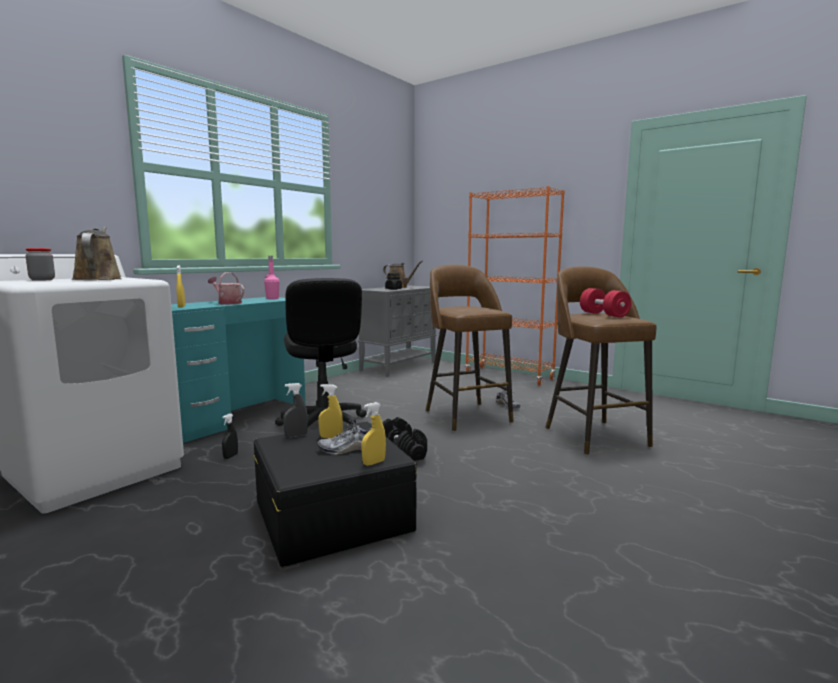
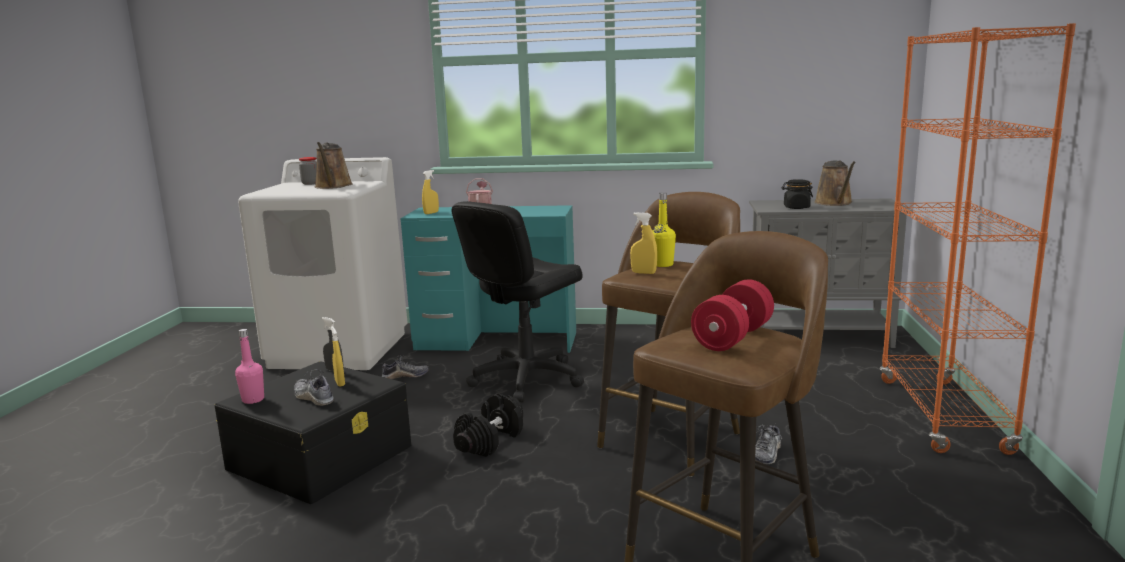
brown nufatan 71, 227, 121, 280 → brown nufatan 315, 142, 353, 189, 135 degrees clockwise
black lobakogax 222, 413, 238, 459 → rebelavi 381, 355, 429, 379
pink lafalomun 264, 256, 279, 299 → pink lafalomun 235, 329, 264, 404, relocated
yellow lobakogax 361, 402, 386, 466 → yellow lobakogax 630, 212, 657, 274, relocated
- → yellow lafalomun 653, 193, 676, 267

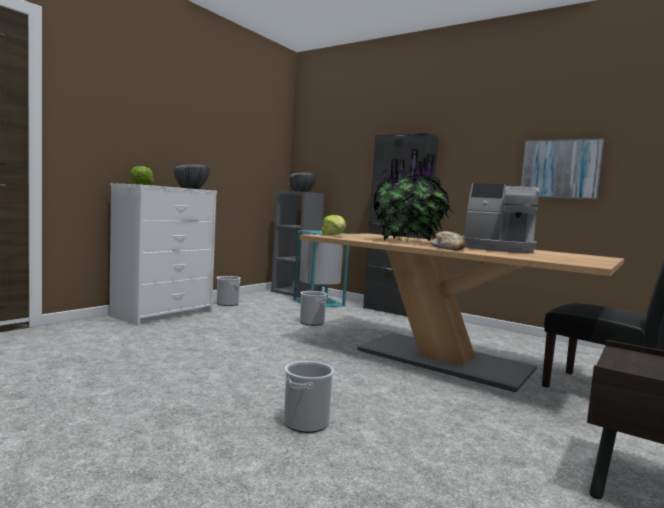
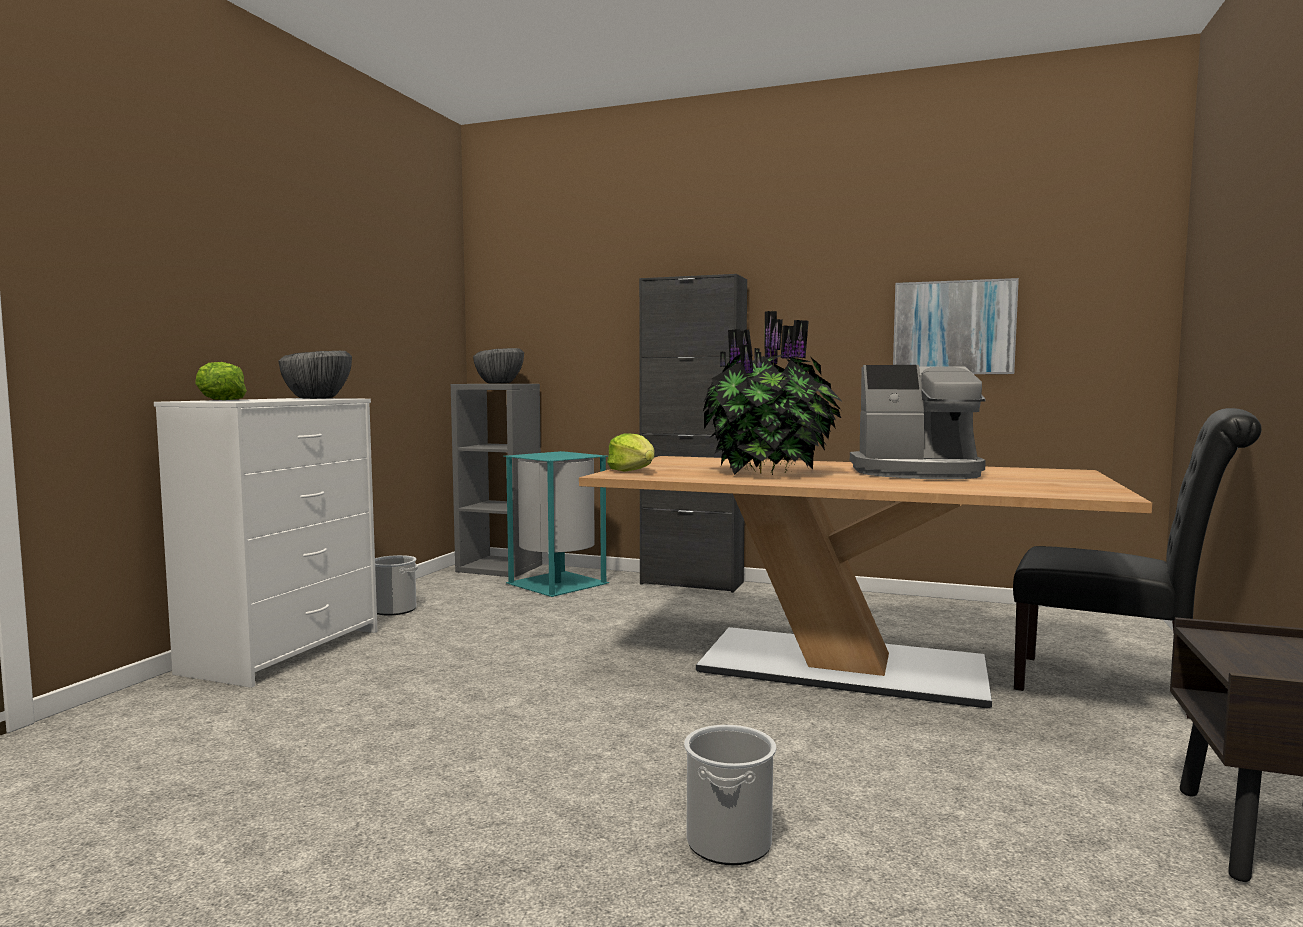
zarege 300, 291, 327, 326 → -
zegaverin 431, 231, 465, 250 → -

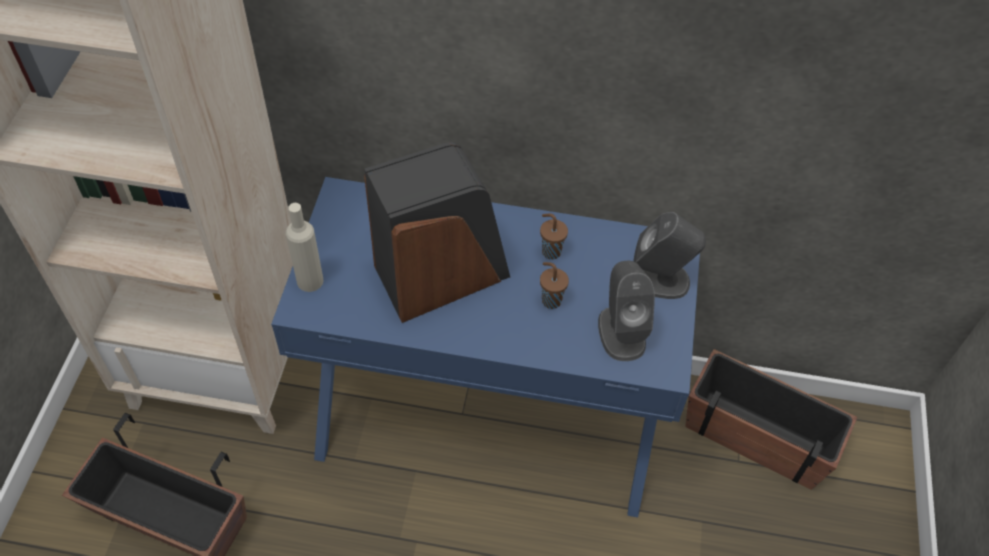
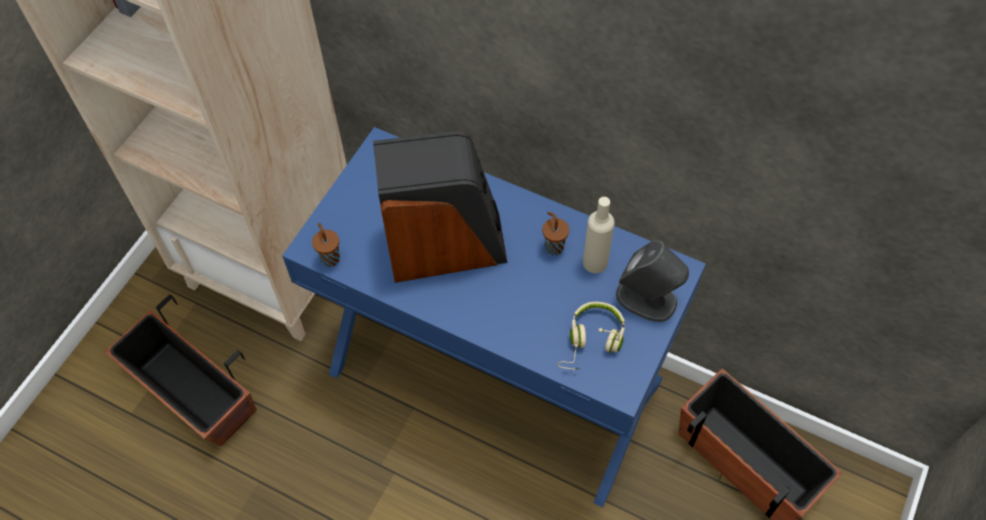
beige lafalomun 286, 203, 324, 292 → beige lafalomun 583, 197, 615, 273, relocated
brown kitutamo 540, 262, 569, 309 → brown kitutamo 312, 223, 340, 267, relocated
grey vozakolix 598, 261, 655, 361 → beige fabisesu 557, 302, 625, 370

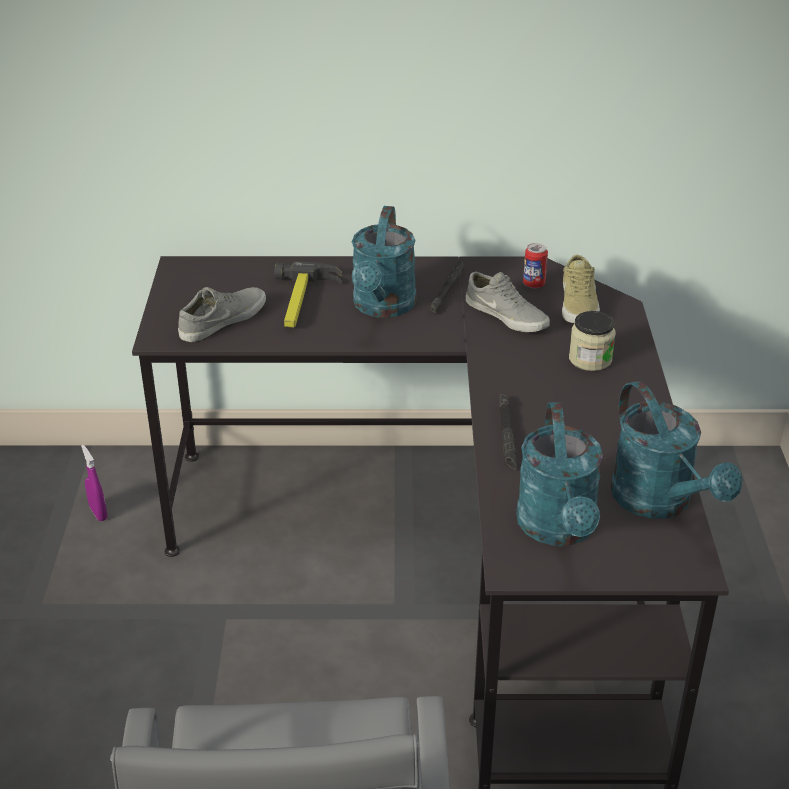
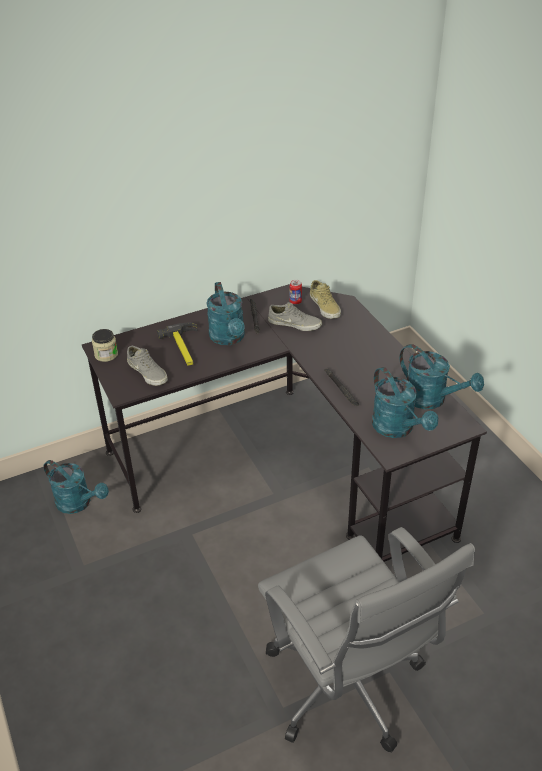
purple lobakogax 81, 445, 107, 521 → turquoise nufatan 44, 460, 109, 514
grey rebelavi 178, 287, 266, 342 → grey rebelavi 127, 346, 168, 386, 120 degrees clockwise
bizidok 569, 311, 616, 371 → bizidok 92, 329, 118, 362, relocated

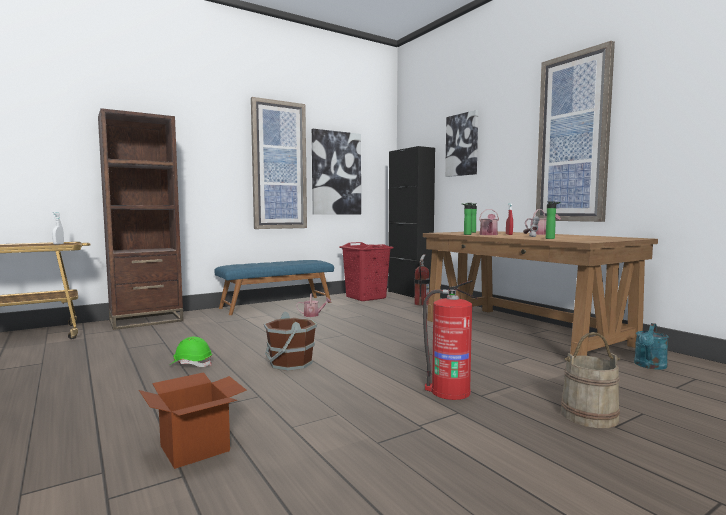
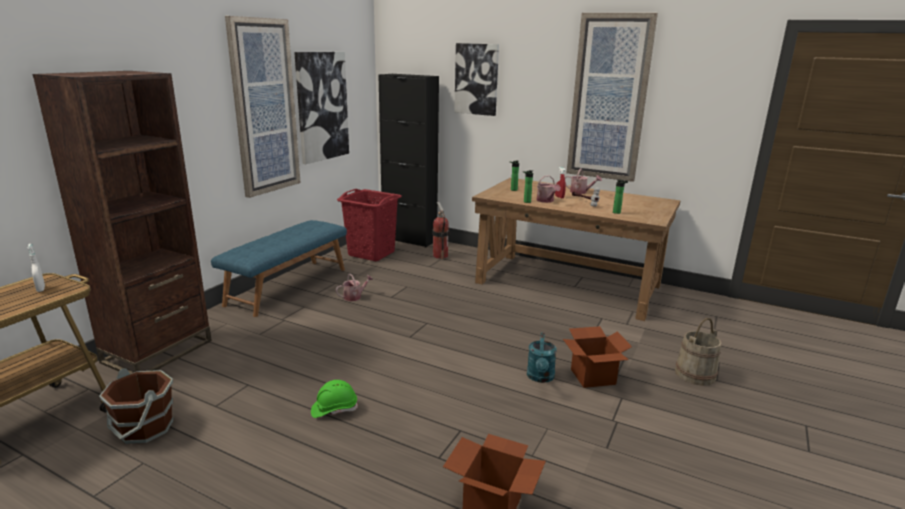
brown zarege 264, 311, 317, 371 → brown zarege 99, 368, 173, 444, relocated
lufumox 423, 280, 477, 400 → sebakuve 563, 326, 632, 388
turquoise nufatan 634, 323, 669, 370 → turquoise nufatan 527, 333, 557, 383, relocated

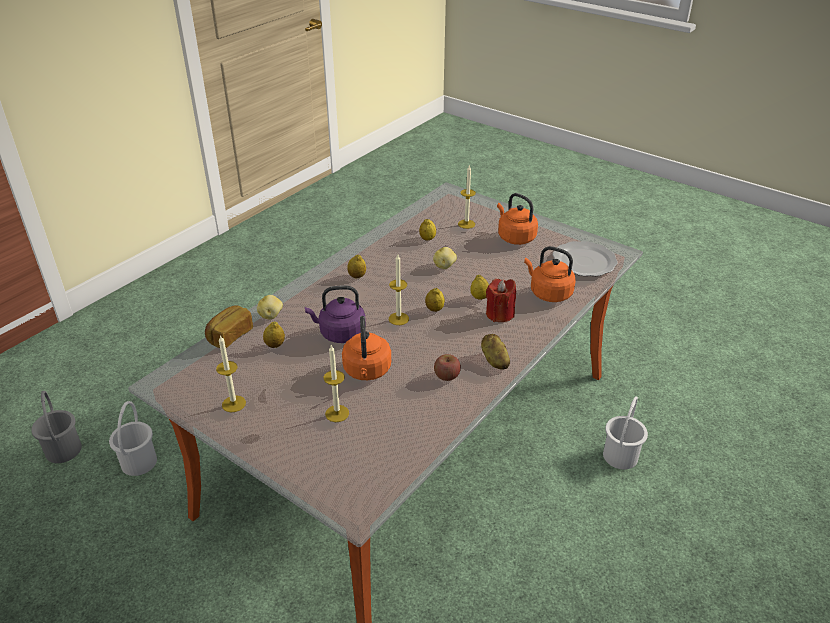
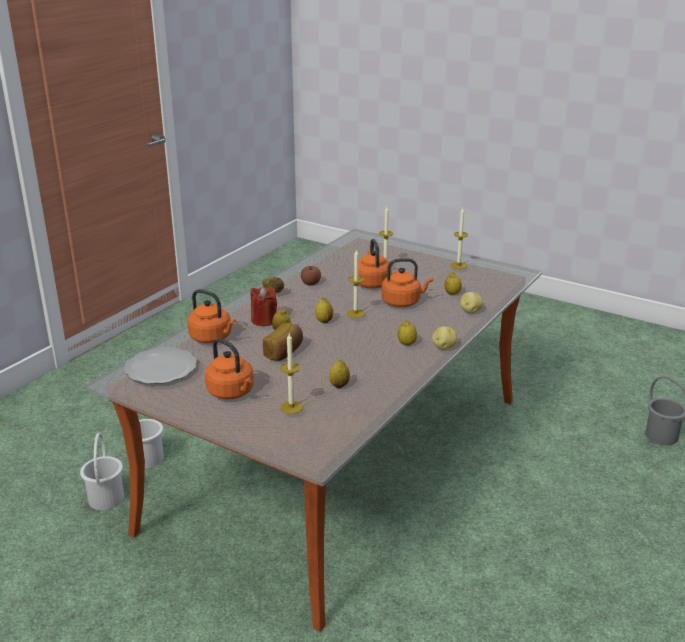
white zarege 109, 401, 157, 476 → white zarege 80, 433, 124, 510, relocated
zegaverin 205, 305, 253, 348 → zegaverin 263, 323, 303, 361, relocated
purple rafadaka 305, 285, 366, 343 → orange rafadaka 381, 258, 433, 307
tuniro 433, 247, 457, 269 → tuniro 432, 326, 457, 350, relocated

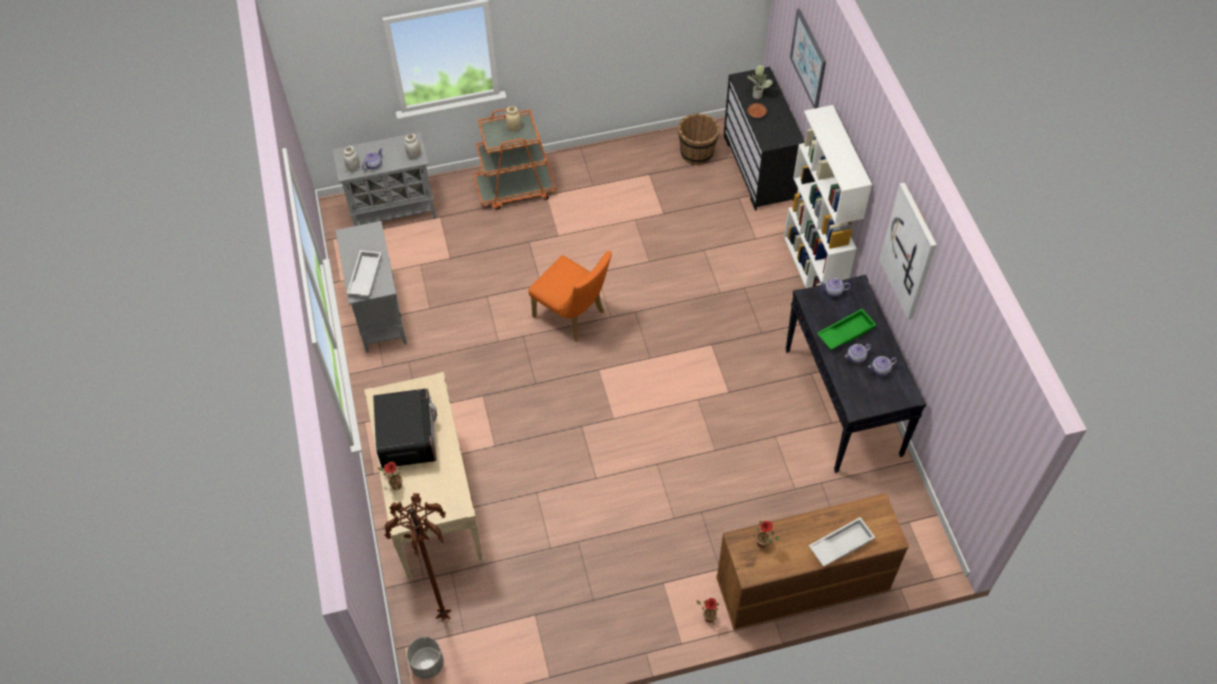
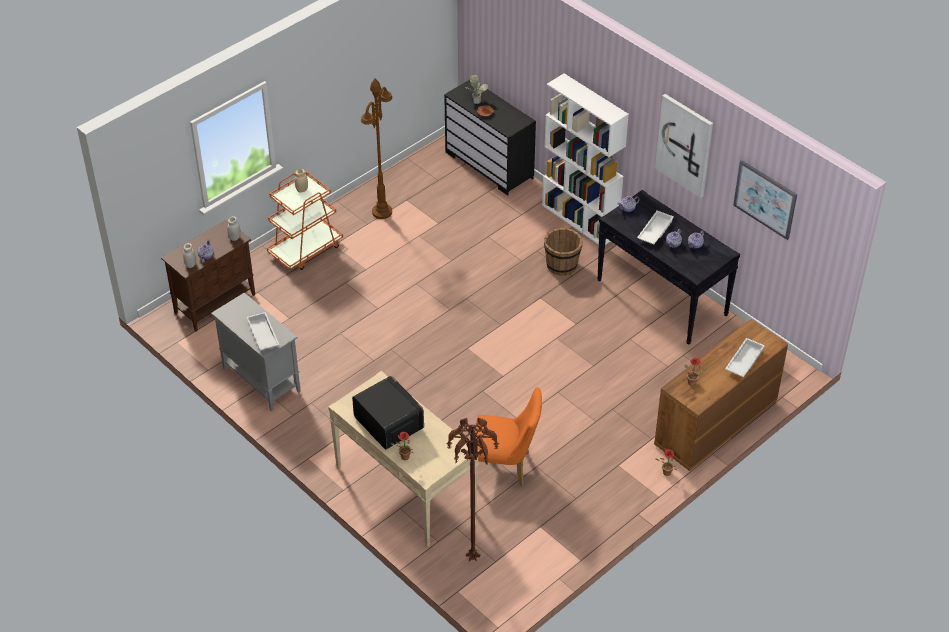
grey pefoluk 333, 132, 436, 226 → brown pefoluk 161, 219, 255, 332
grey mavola 406, 637, 444, 679 → -
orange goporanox 528, 251, 611, 342 → orange goporanox 474, 387, 542, 486, relocated
brown zarege 678, 113, 720, 165 → brown zarege 544, 228, 583, 276, relocated
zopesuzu 790, 8, 826, 109 → zopesuzu 733, 160, 797, 240, relocated
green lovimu 817, 309, 877, 350 → white lovimu 637, 210, 674, 244
- → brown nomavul 361, 79, 392, 219

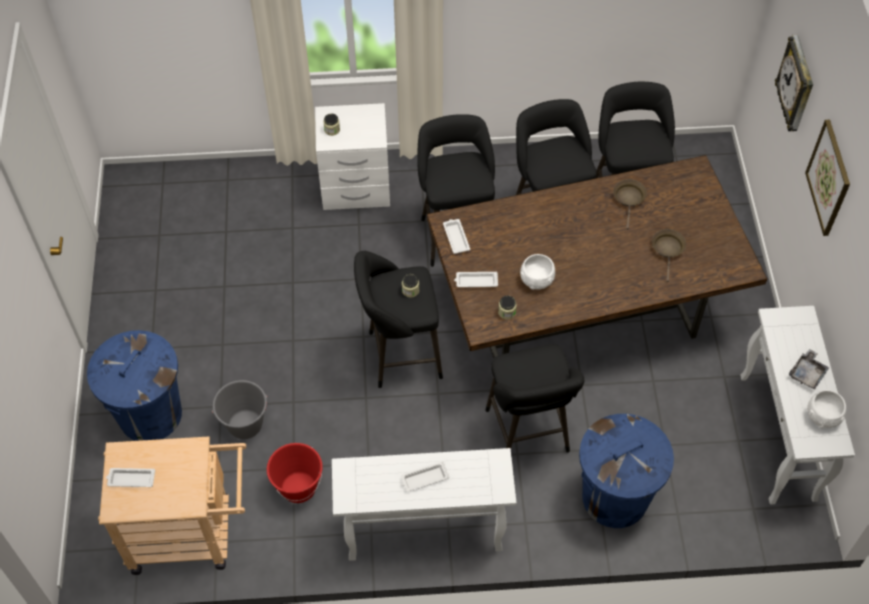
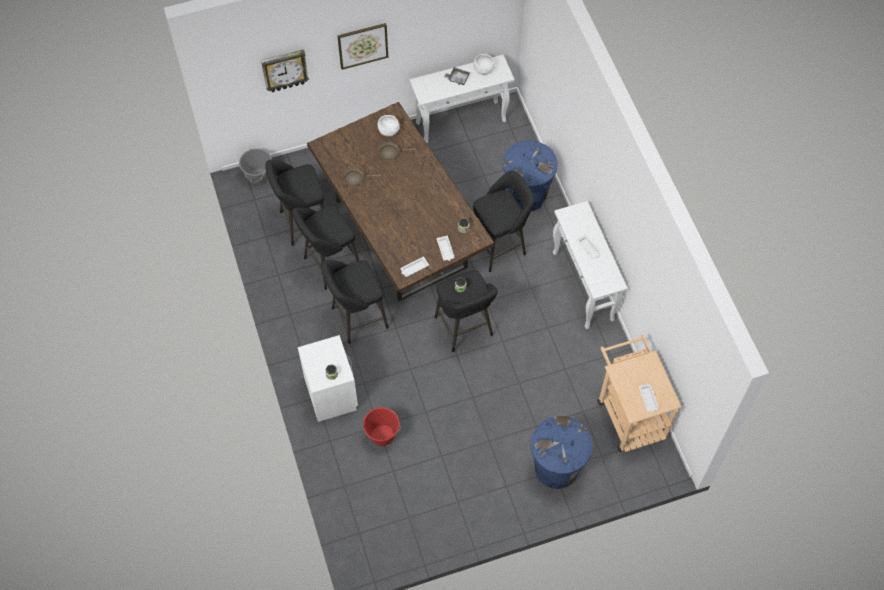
grey zarege 212, 380, 267, 439 → grey zarege 239, 148, 272, 185, relocated
red zarege 267, 443, 323, 503 → red zarege 363, 407, 401, 446, relocated
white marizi 520, 254, 555, 290 → white marizi 378, 115, 400, 136, relocated

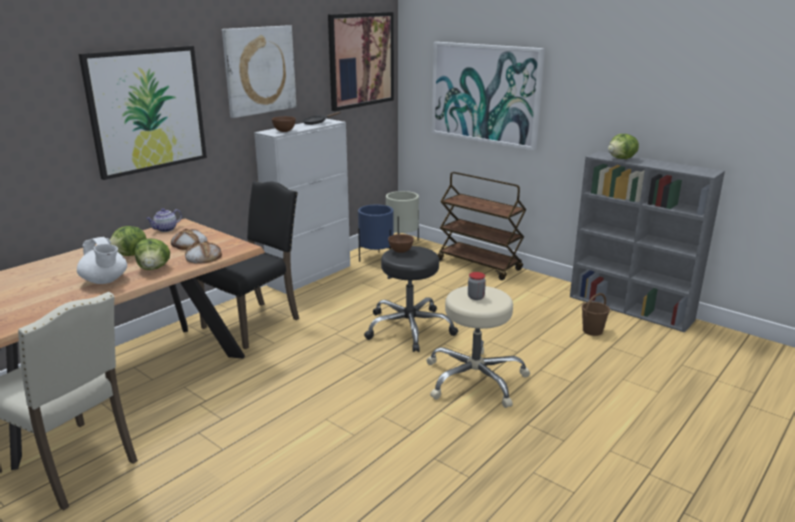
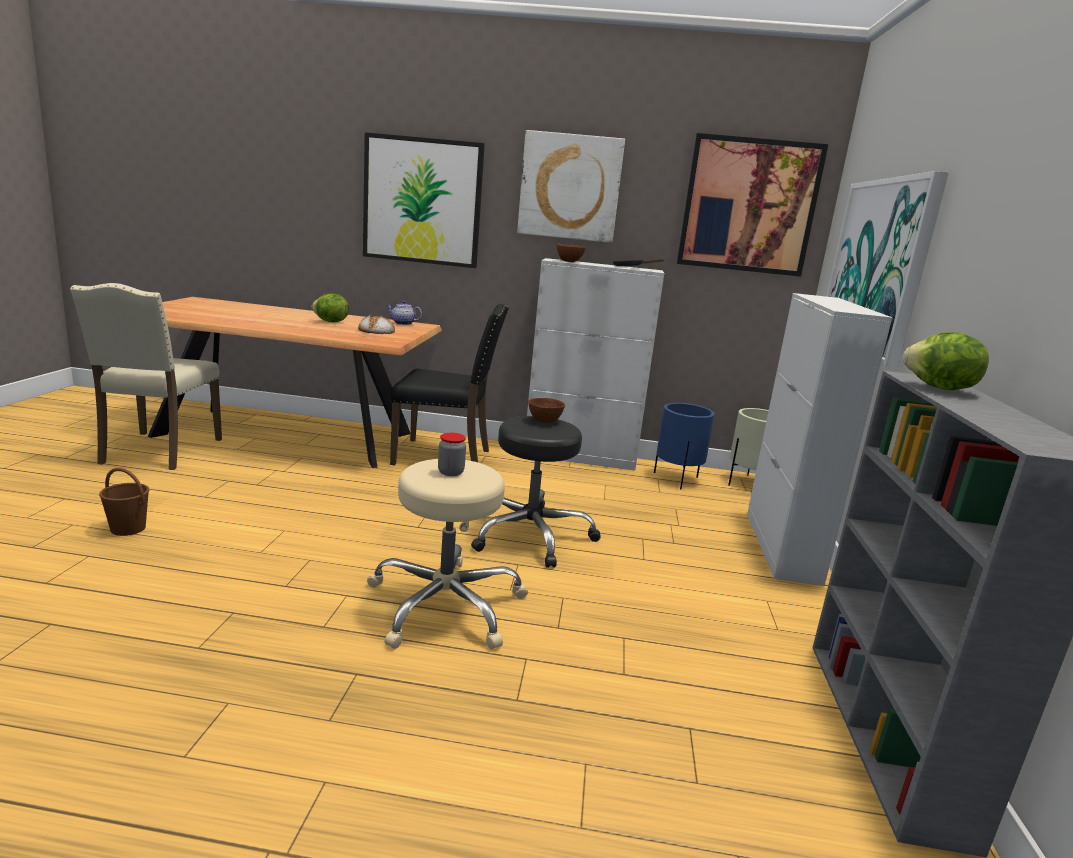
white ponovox 77, 237, 127, 284 → -
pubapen 135, 238, 170, 270 → -
zegaverin 185, 240, 222, 264 → -
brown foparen 438, 172, 526, 280 → white pefoluk 747, 293, 892, 586
brown zarege 582, 293, 610, 336 → brown zarege 99, 468, 149, 536, relocated

